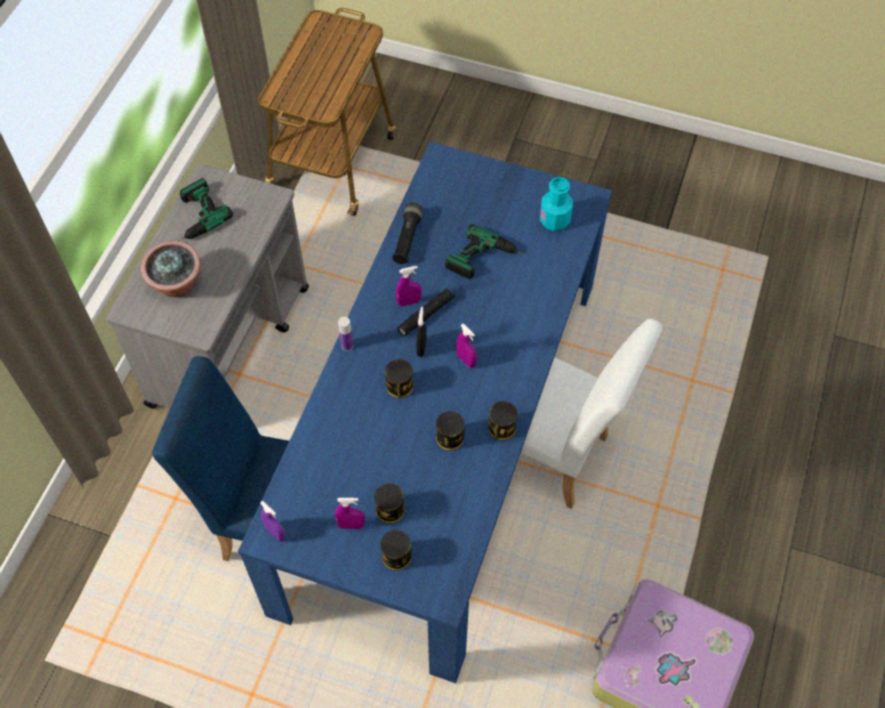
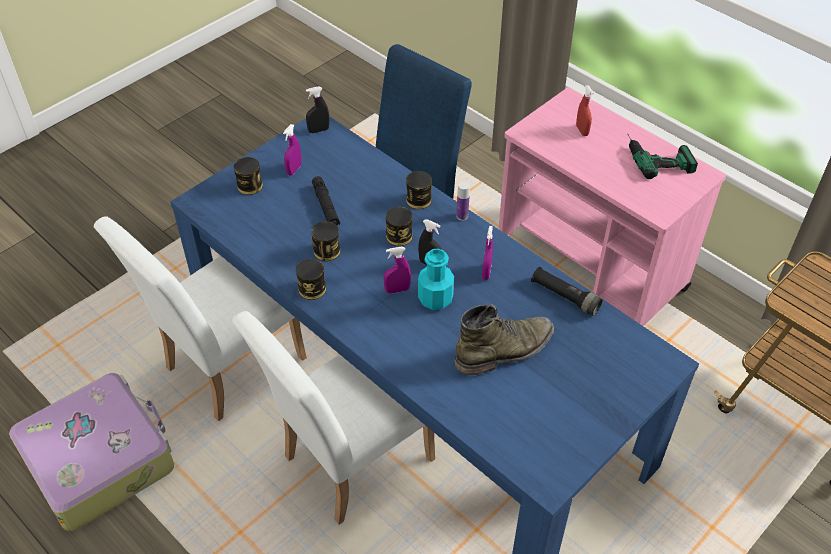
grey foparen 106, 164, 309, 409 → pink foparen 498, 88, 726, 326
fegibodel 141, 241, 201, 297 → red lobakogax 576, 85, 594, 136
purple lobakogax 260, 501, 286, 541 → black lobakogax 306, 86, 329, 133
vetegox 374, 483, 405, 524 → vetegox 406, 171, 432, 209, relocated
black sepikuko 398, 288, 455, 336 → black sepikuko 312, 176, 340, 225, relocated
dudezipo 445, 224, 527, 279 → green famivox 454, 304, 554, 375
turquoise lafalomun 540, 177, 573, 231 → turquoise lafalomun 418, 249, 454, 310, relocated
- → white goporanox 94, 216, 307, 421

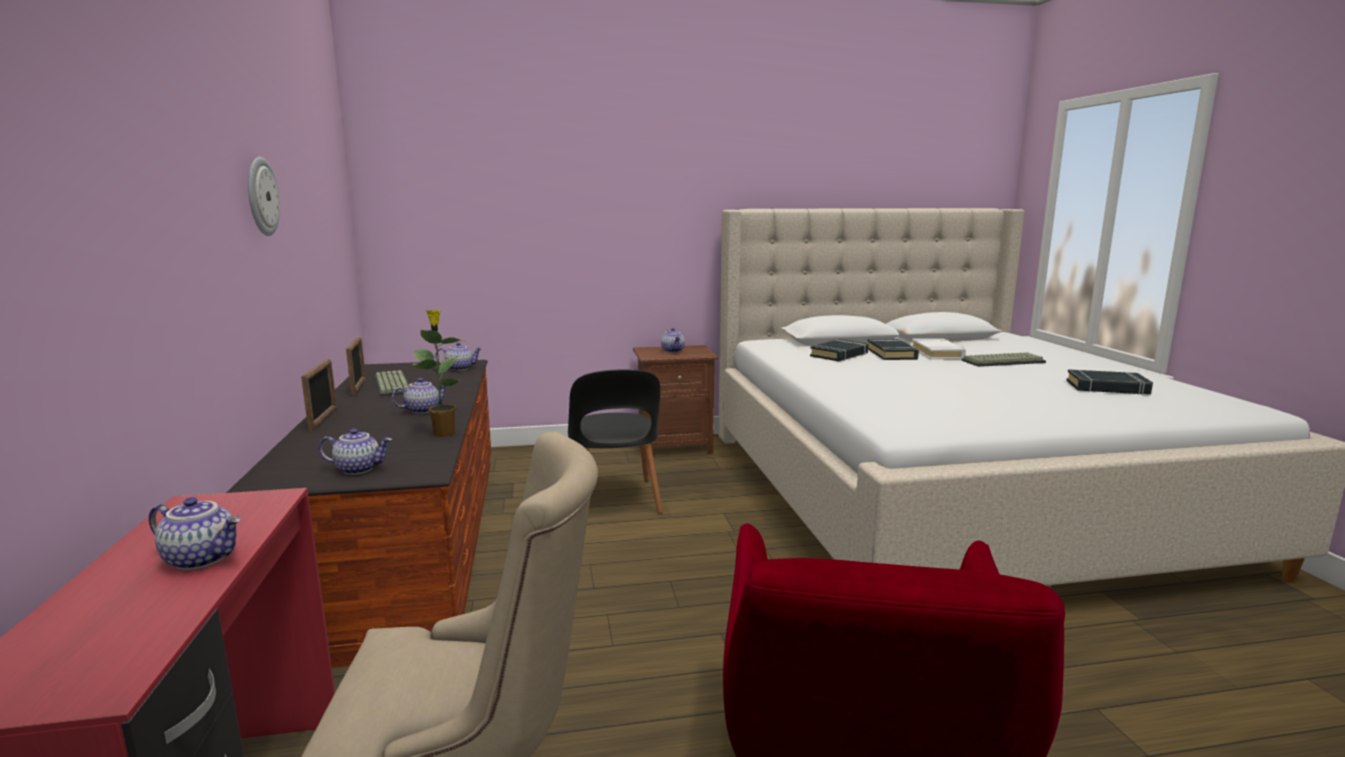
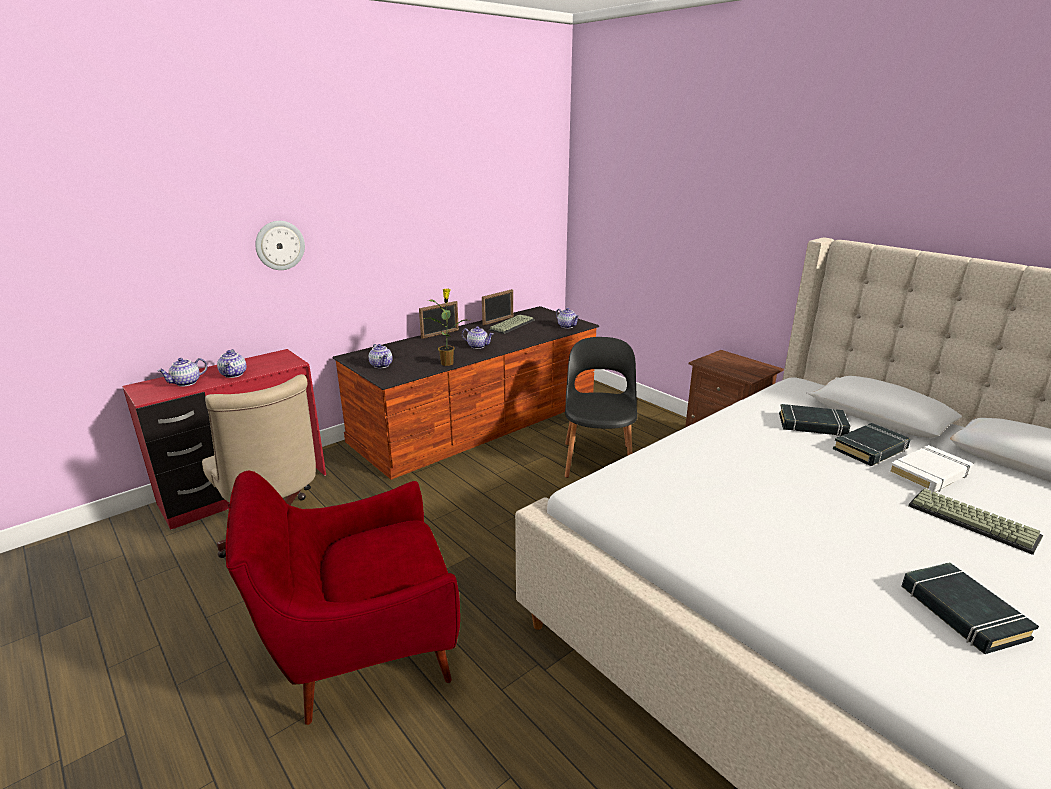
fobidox 248, 157, 280, 236 → fobidox 255, 221, 305, 270, relocated
black goporanox 568, 369, 663, 514 → black goporanox 565, 337, 637, 478, 135 degrees clockwise
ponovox 661, 328, 685, 353 → ponovox 157, 358, 207, 387, relocated

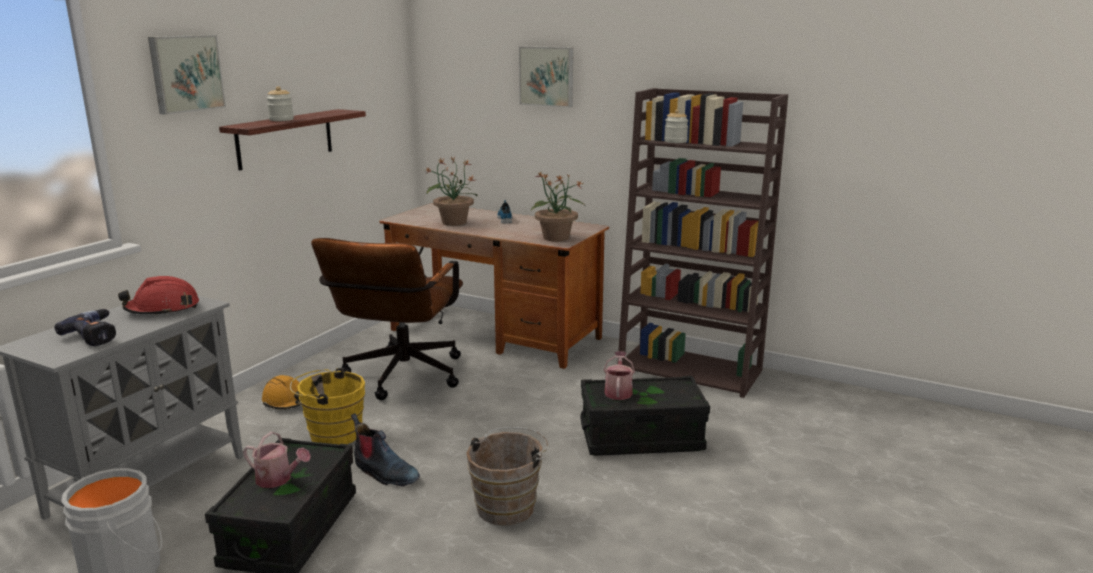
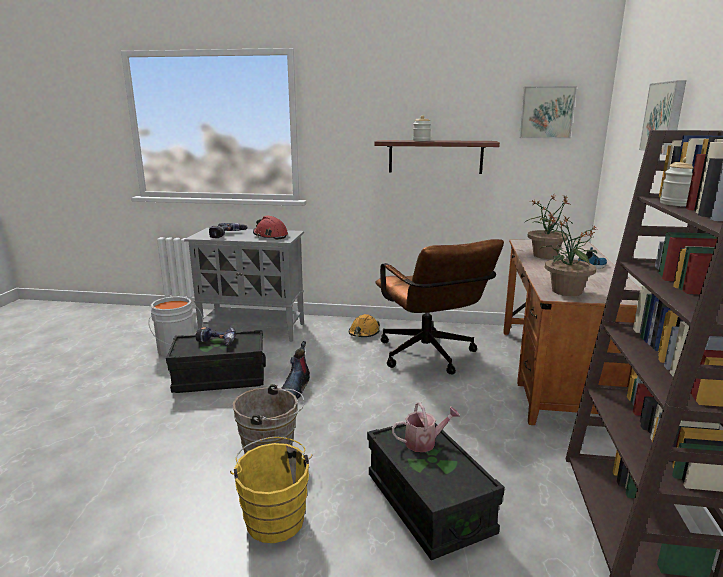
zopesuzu 148, 35, 226, 115 → zopesuzu 519, 86, 577, 139, relocated
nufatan 243, 432, 311, 488 → dudezipo 196, 327, 236, 346
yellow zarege 290, 368, 365, 444 → yellow zarege 230, 437, 312, 543, relocated
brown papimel 311, 238, 463, 400 → brown papimel 375, 239, 504, 375, 105 degrees counterclockwise

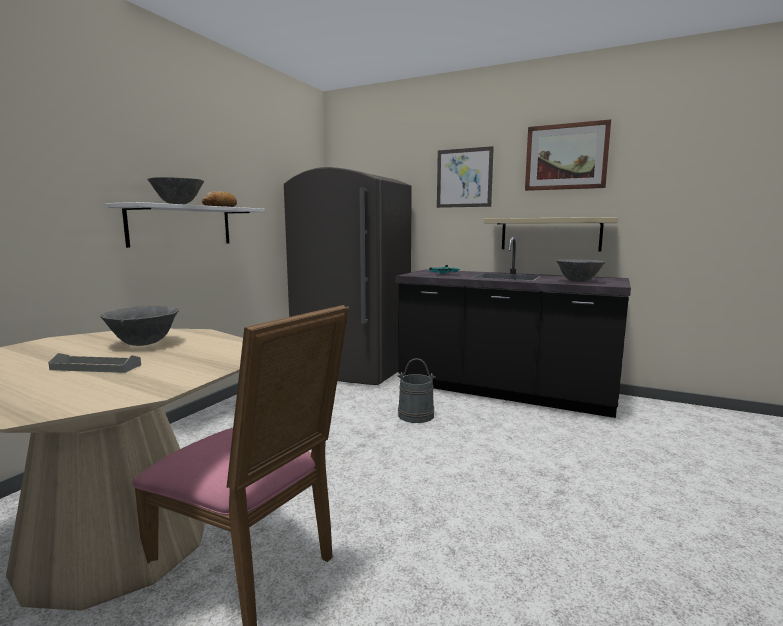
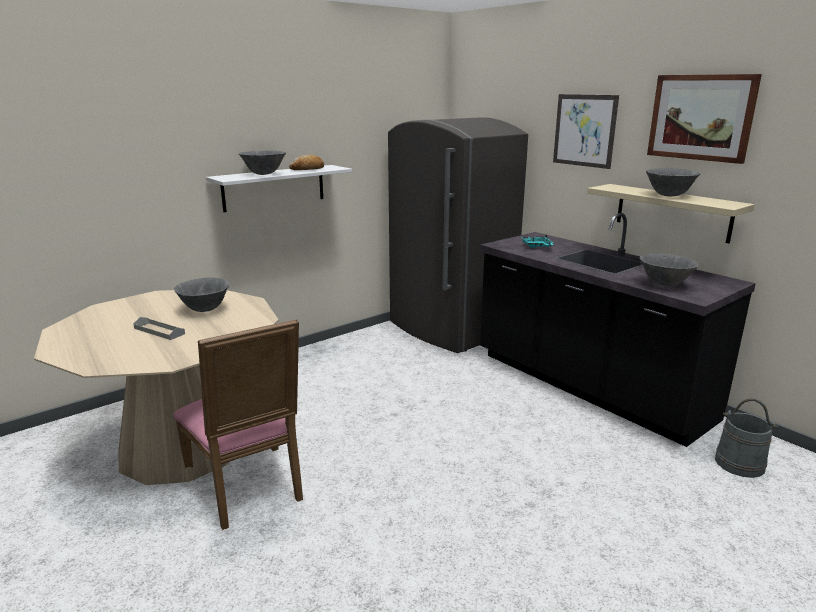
grey zarege 397, 358, 436, 423 → grey zarege 715, 399, 778, 478, relocated
- → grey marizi 646, 168, 701, 196

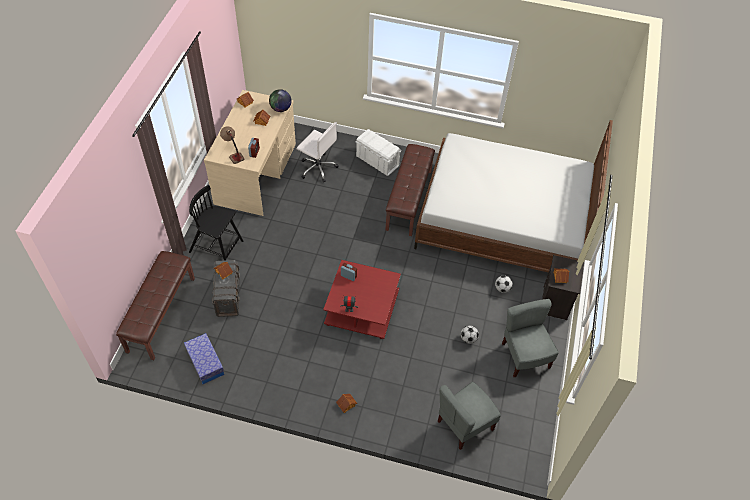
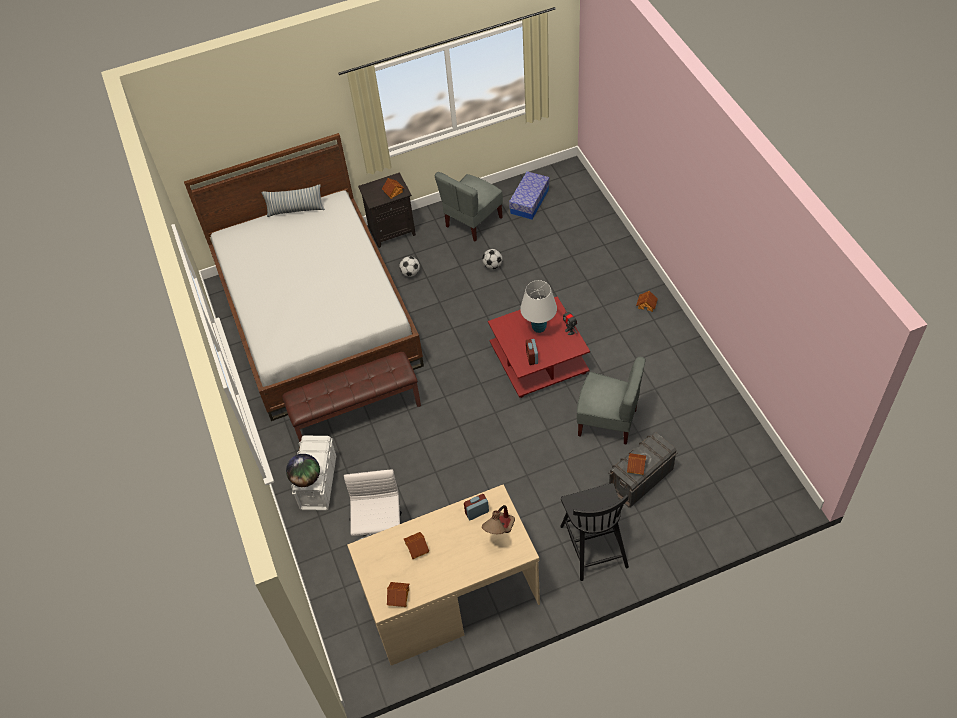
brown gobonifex 116, 251, 195, 360 → -
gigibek 184, 333, 224, 384 → gigibek 509, 171, 550, 219, relocated
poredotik 269, 89, 292, 112 → poredotik 286, 454, 320, 487, relocated
grey goporanox 438, 382, 501, 450 → grey goporanox 577, 357, 646, 445, relocated
- → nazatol 262, 184, 325, 217
- → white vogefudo 520, 280, 557, 333

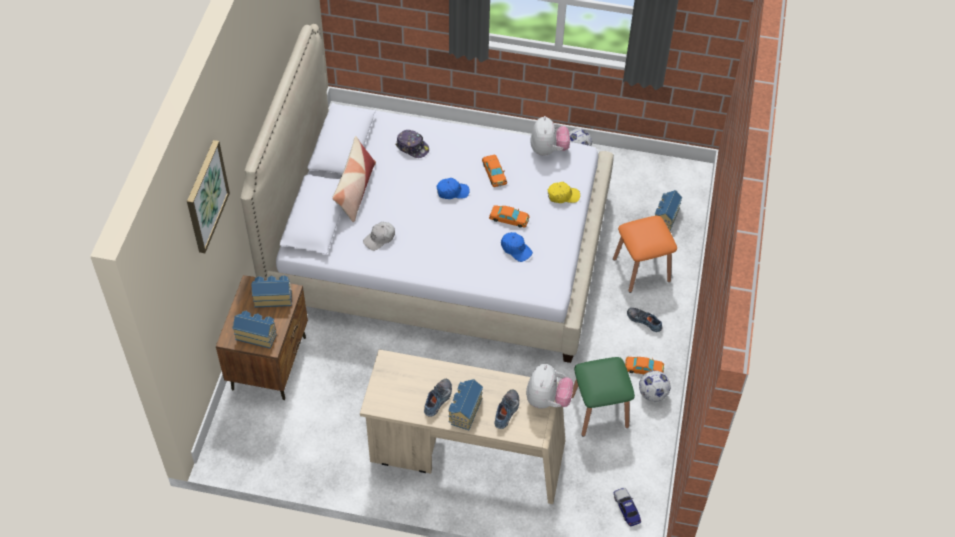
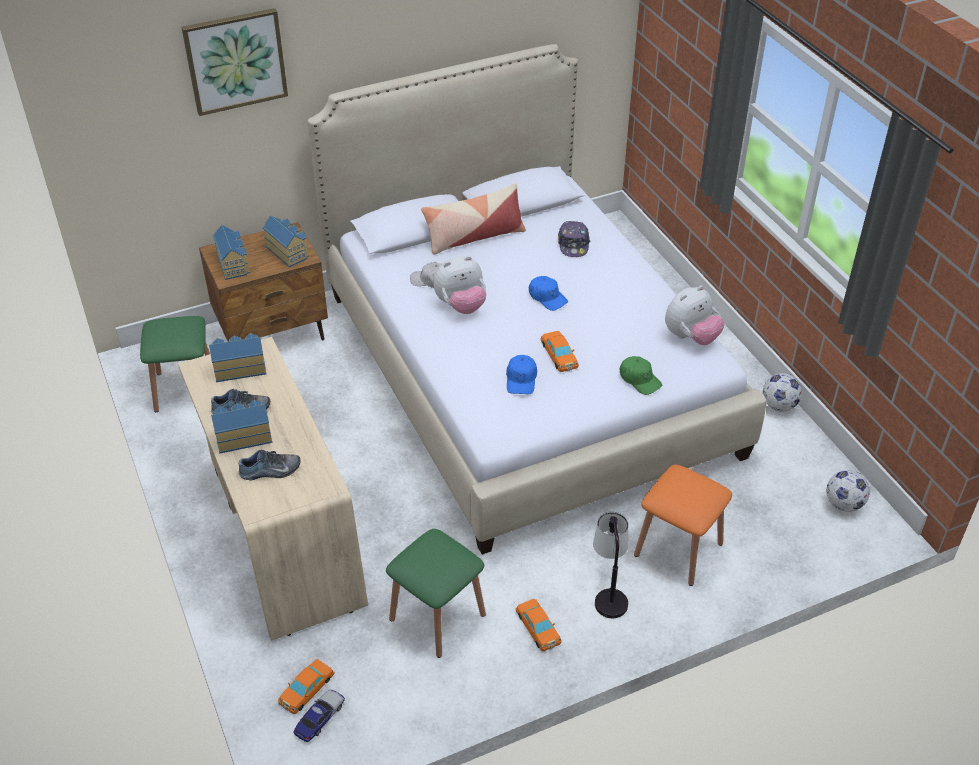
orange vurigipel 482, 155, 507, 187 → orange vurigipel 278, 659, 335, 714, relocated
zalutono 526, 364, 574, 409 → zalutono 433, 256, 486, 314, relocated
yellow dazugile 548, 182, 580, 203 → green dazugile 620, 356, 662, 395
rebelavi 627, 308, 662, 332 → vogefudo 593, 512, 628, 618
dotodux 639, 370, 671, 402 → dotodux 826, 470, 870, 512, relocated
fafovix 655, 190, 682, 231 → fafovix 209, 333, 266, 382, relocated
- → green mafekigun 140, 316, 210, 412

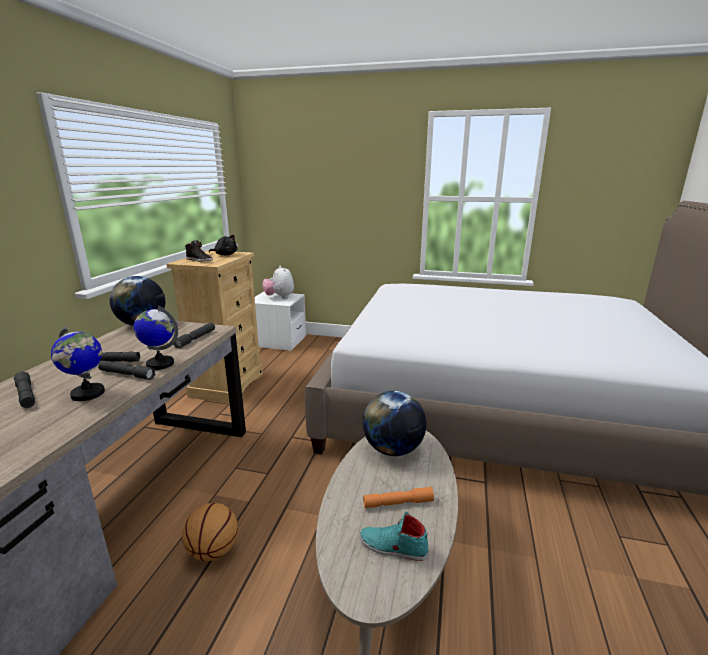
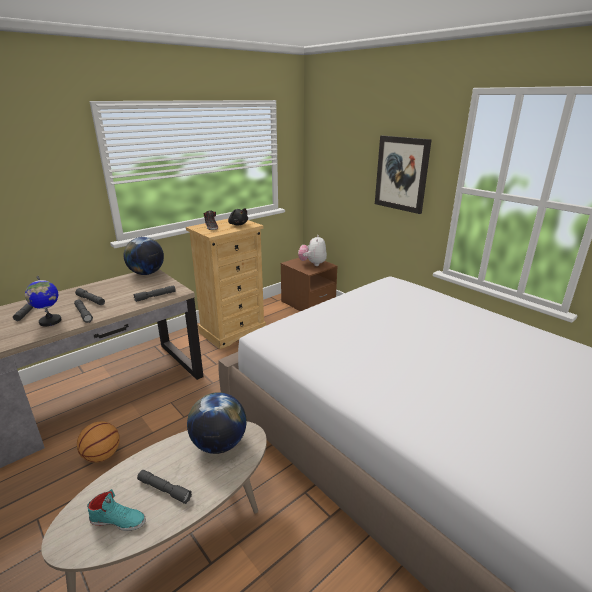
poredotik 133, 306, 178, 370 → -
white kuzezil 255, 292, 306, 351 → brown kuzezil 281, 258, 338, 311
turquoise rebelavi 360, 512, 429, 561 → turquoise rebelavi 87, 489, 146, 531, 135 degrees clockwise
orange sepikuko 363, 487, 434, 508 → grey sepikuko 137, 470, 192, 504
- → zopesuzu 375, 136, 432, 214

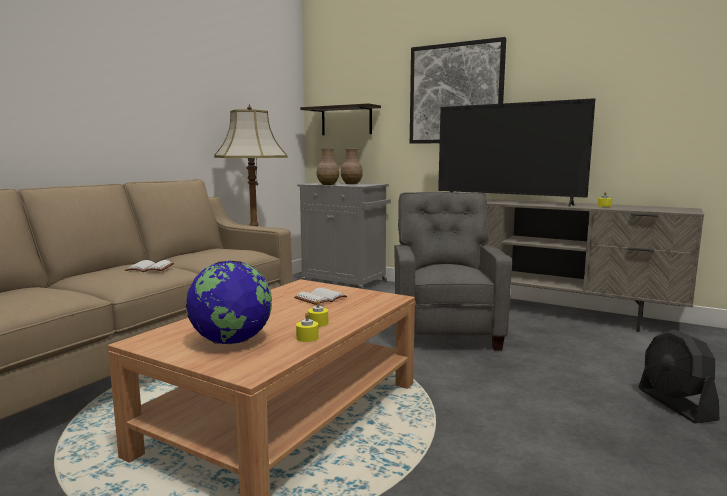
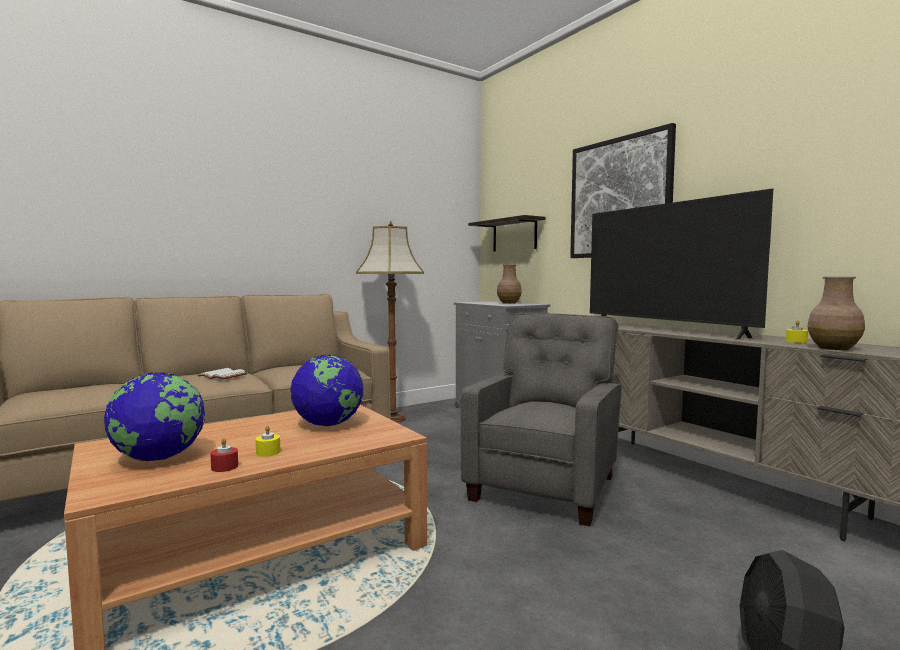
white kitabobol 294, 288, 347, 305 → poredotik 290, 355, 363, 426
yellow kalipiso 296, 313, 319, 342 → red kalipiso 210, 438, 238, 472
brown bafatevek 317, 148, 339, 185 → brown bafatevek 807, 277, 865, 350, relocated

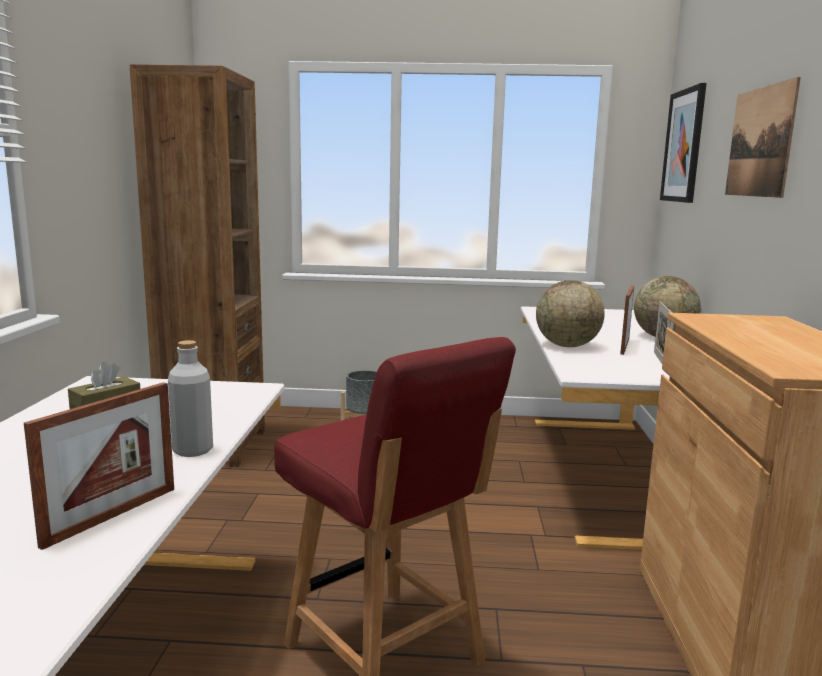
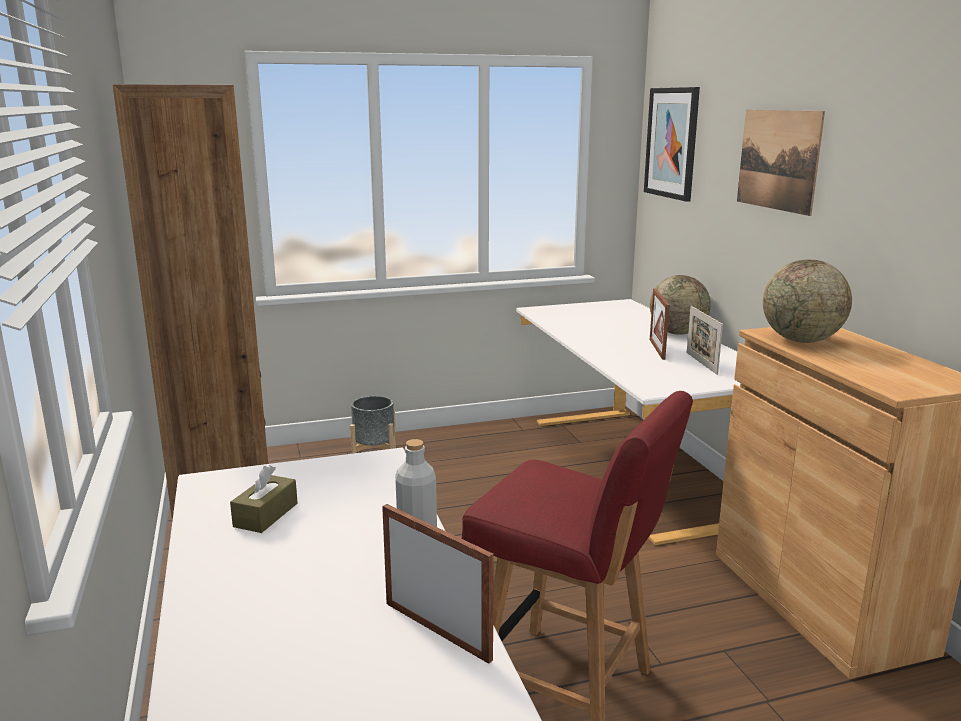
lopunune 24, 382, 174, 550 → lopunune 382, 504, 494, 664, 60 degrees counterclockwise
poredotik 536, 280, 605, 347 → poredotik 763, 260, 852, 343, relocated

